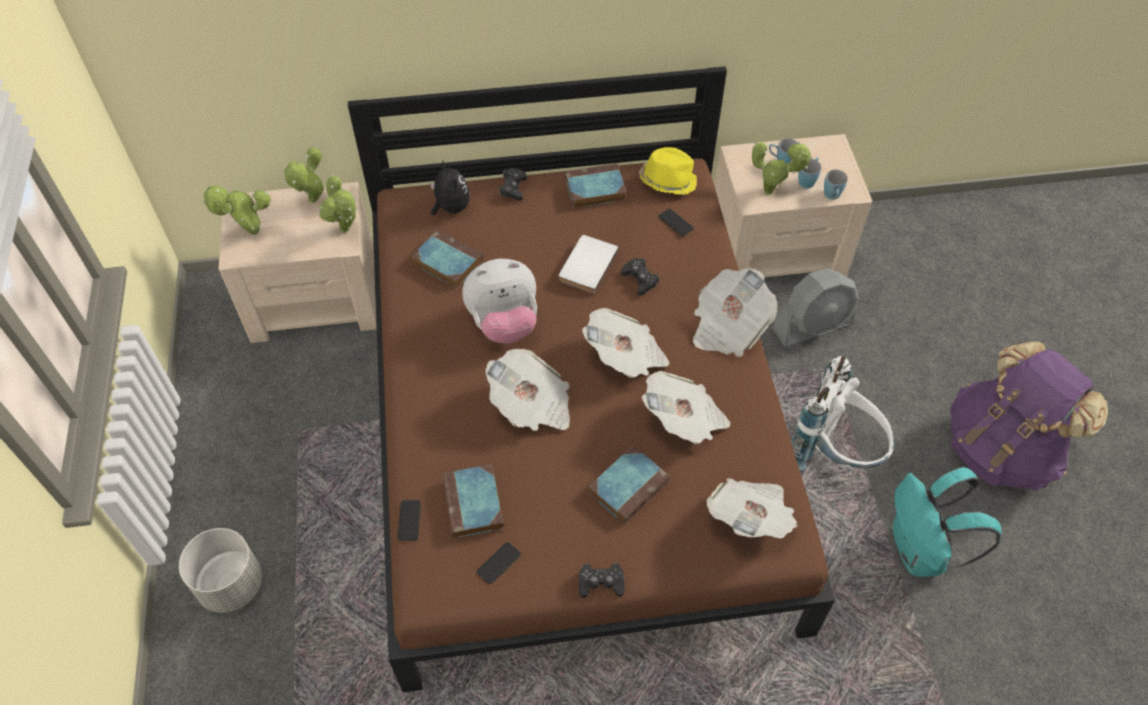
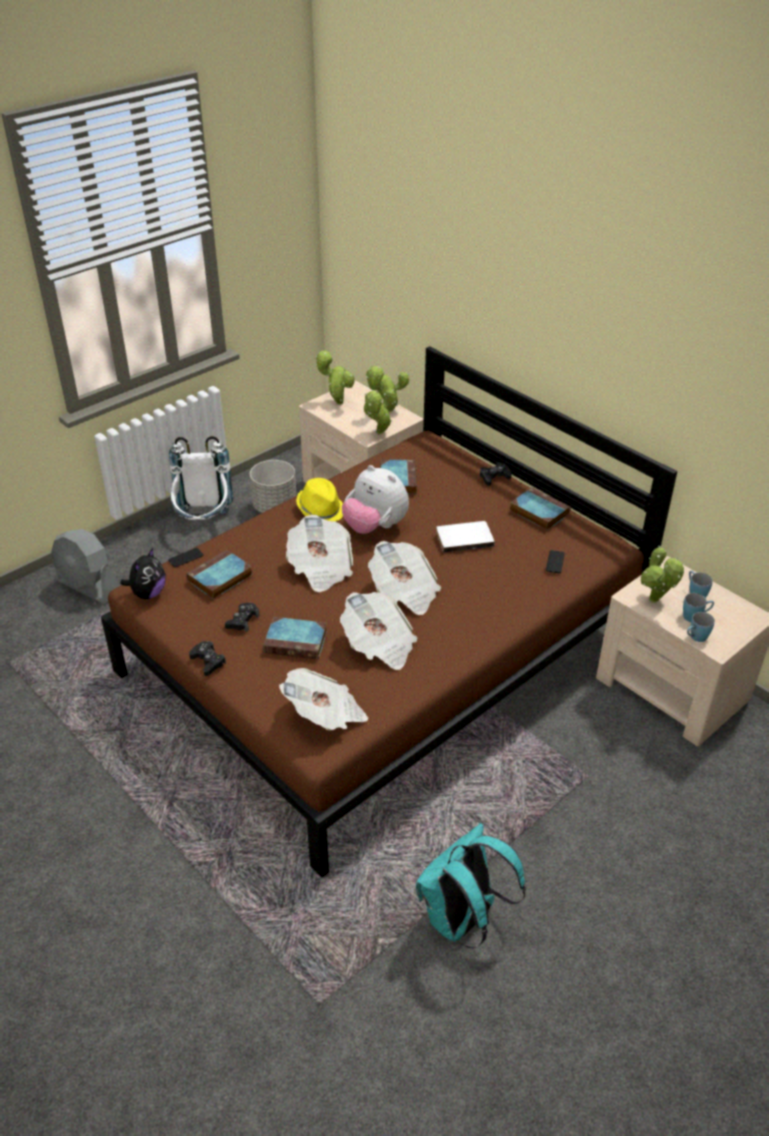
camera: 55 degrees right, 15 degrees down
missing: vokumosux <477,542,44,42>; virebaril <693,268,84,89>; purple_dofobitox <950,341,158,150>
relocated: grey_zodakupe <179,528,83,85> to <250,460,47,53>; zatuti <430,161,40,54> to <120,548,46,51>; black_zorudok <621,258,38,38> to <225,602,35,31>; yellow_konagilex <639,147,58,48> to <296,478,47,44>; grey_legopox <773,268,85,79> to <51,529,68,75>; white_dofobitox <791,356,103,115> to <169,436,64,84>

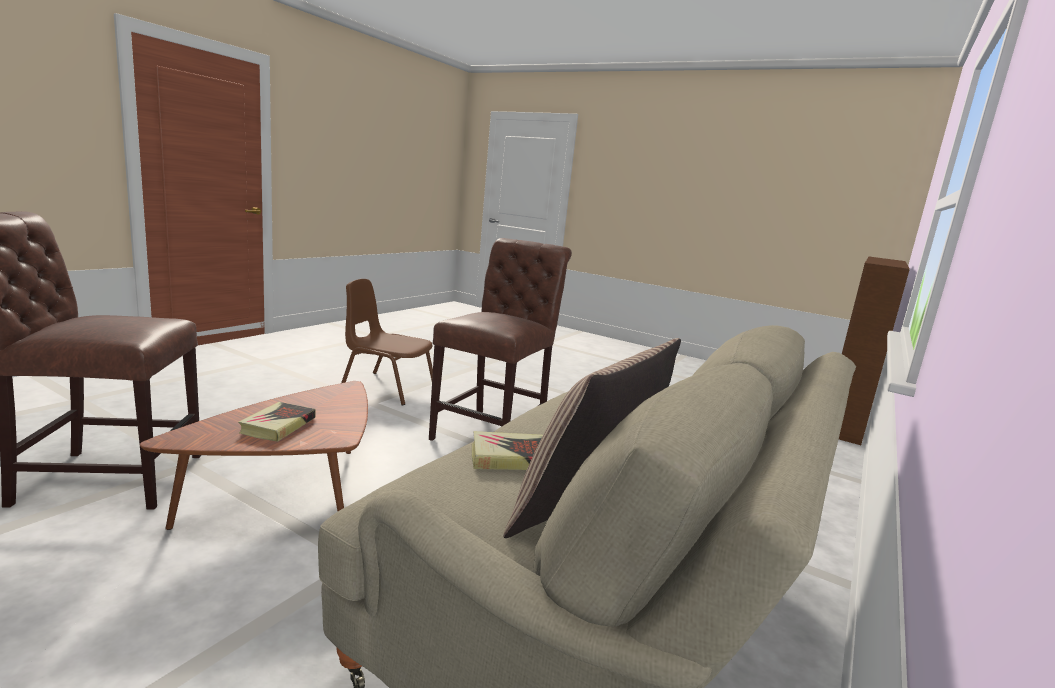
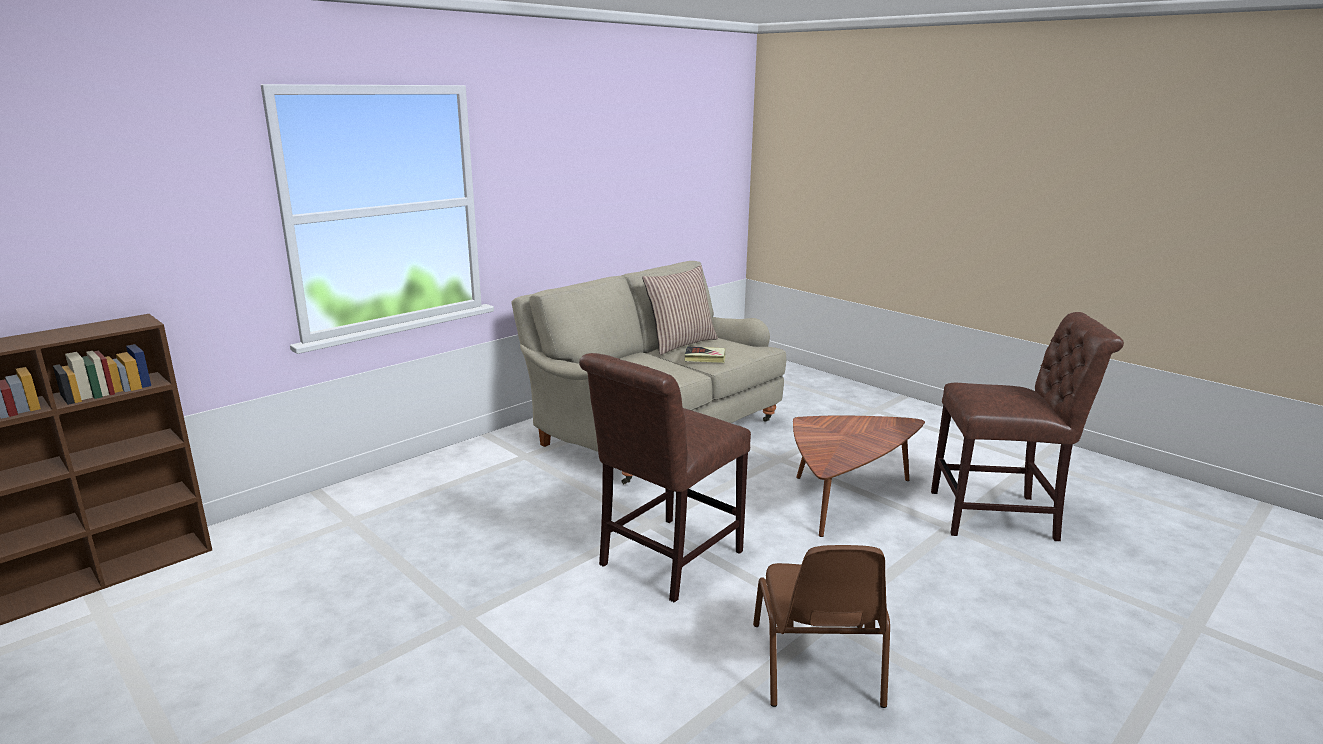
camera: 165 degrees left, 5 degrees up
missing: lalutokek <238,402,78,40>
spun: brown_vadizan <341,279,92,127> = <753,545,137,163> 60 degrees clockwise

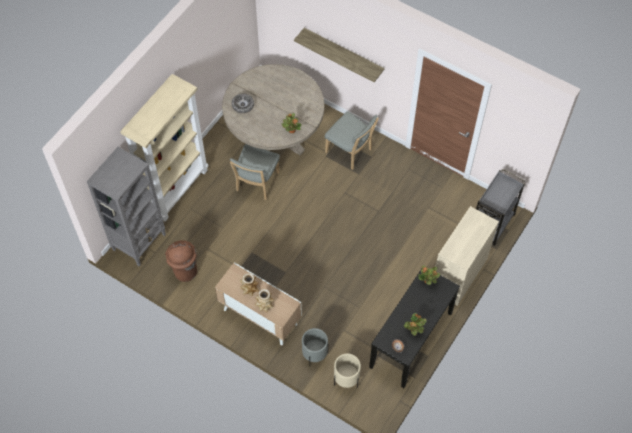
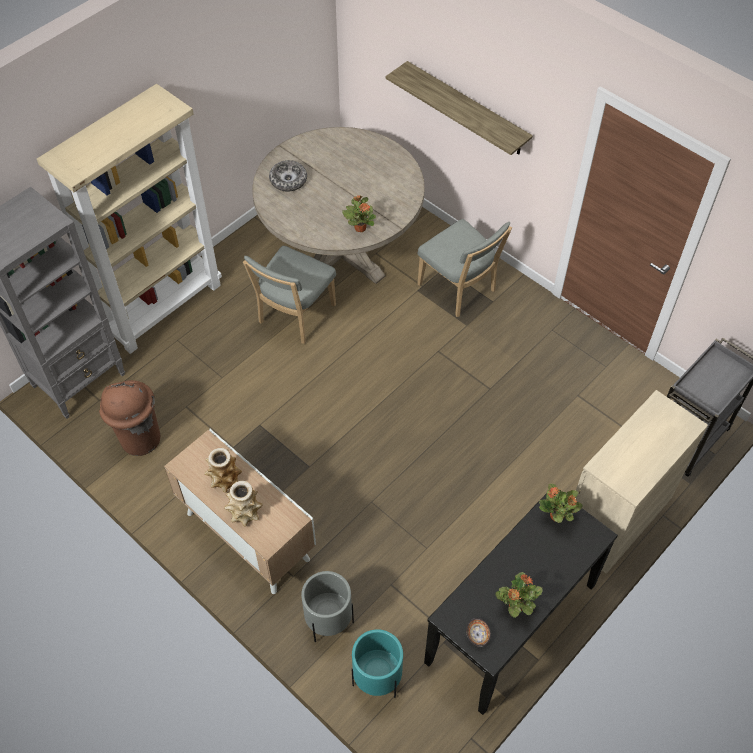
camera: 10 degrees right, 5 degrees down
colour: beige_zodakupe <334,353,27,35> to turquoise_zodakupe <352,629,51,69>

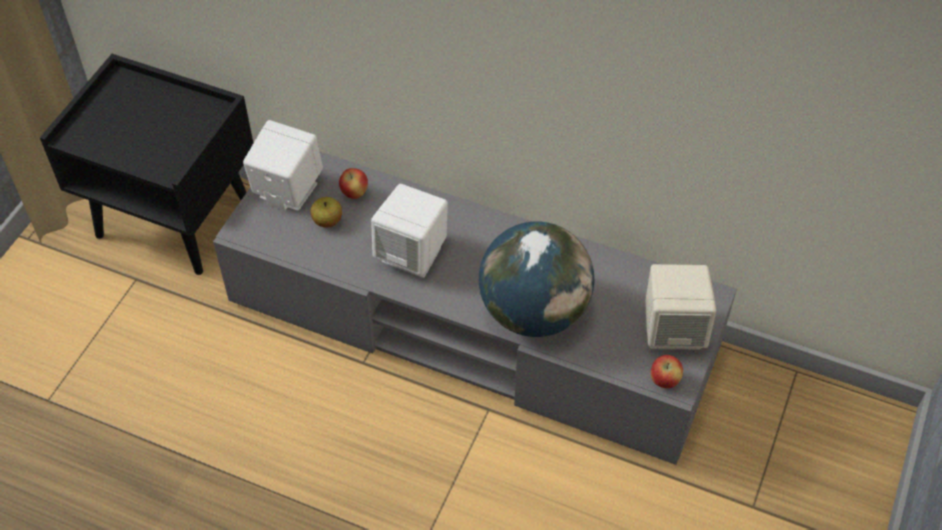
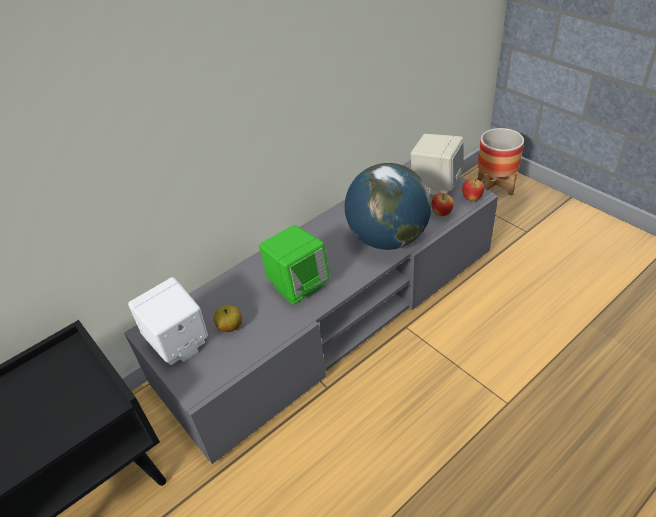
camera: 60 degrees left, 10 degrees down
appeared: zodakupe <478,128,46,68>
relocated: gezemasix <339,168,29,31> to <432,193,22,23>
colour: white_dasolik <371,184,77,94> to green_dasolik <259,225,71,80>

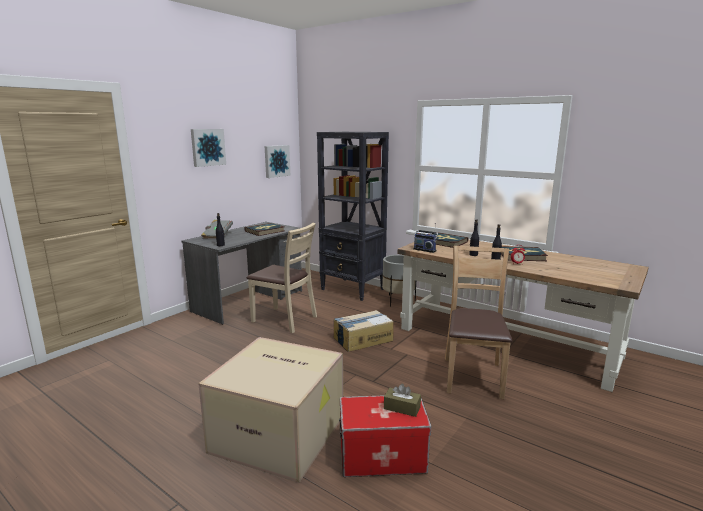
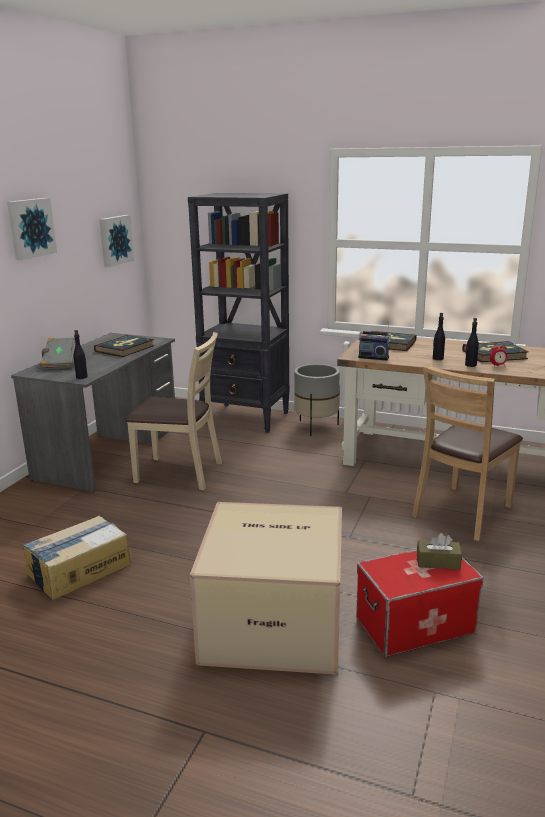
camera: 15 degrees left, 5 degrees up
relocated: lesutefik <333,310,60,42> to <23,515,108,85>
spun: brown_vadizan <445,246,67,153> = <412,364,111,177> 135 degrees counterclockwise

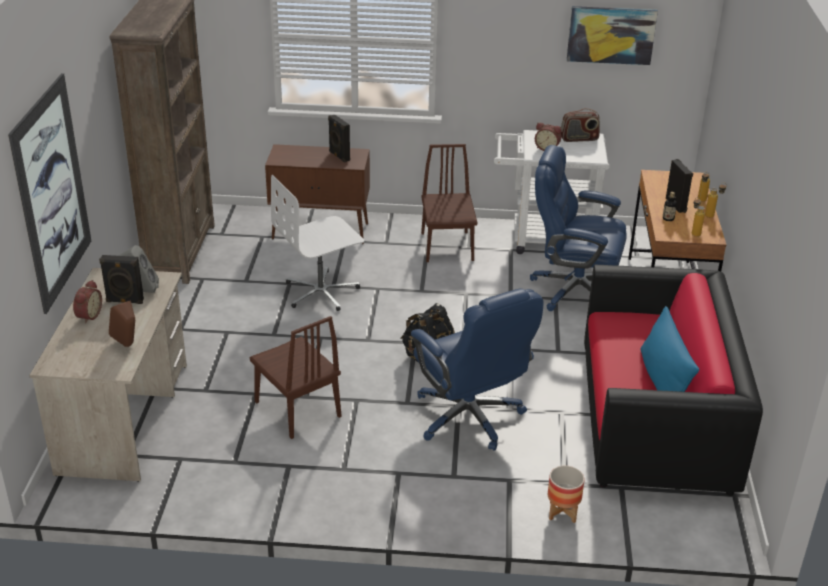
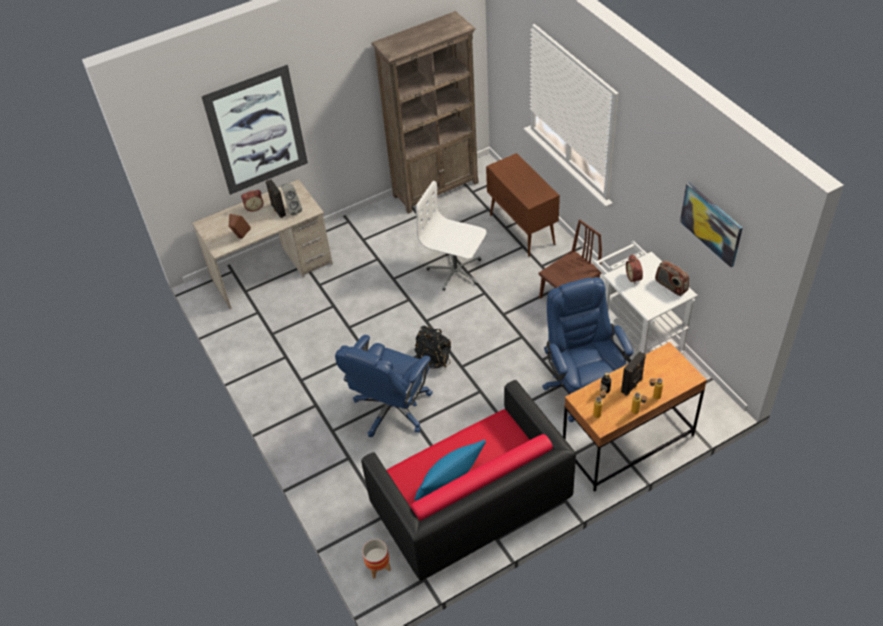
camera: 60 degrees right, 15 degrees up
missing: brown_vadizan <250,316,92,123>; black_dasolik <328,115,22,48>
relocated: zodakupe <548,466,37,57> to <362,539,29,40>

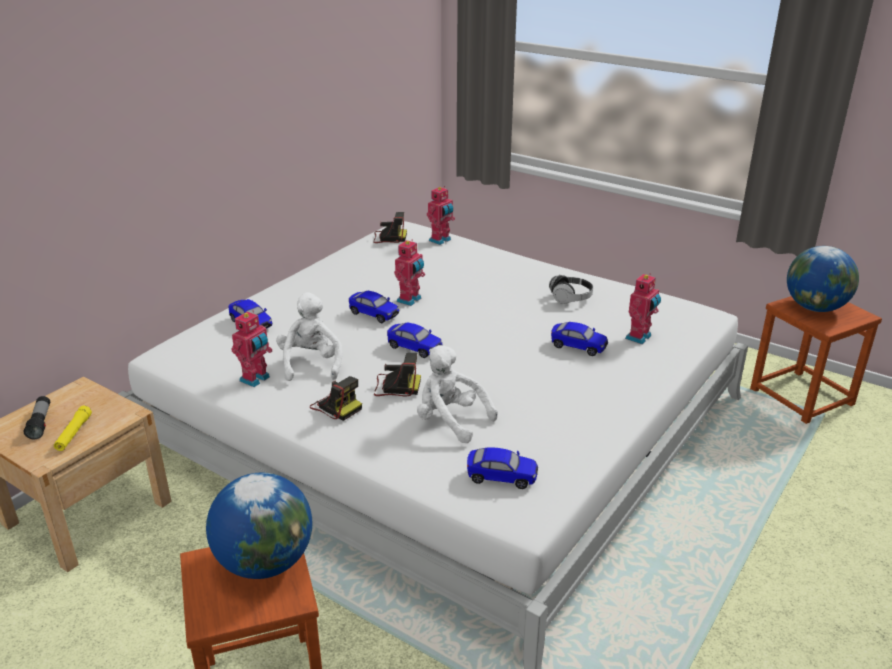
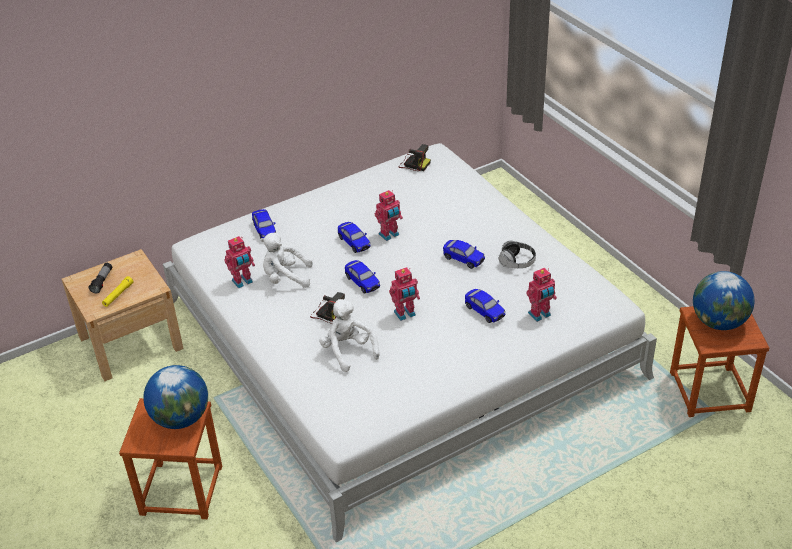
camera: 25 degrees right, 10 degrees up
missing: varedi <310,376,52,45>
relocated: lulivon <427,186,28,59> to <389,267,31,54>; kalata <467,447,71,42> to <443,240,42,29>
spun: white_zatuti <276,293,66,88> = <260,233,53,55> 105 degrees counterclockwise

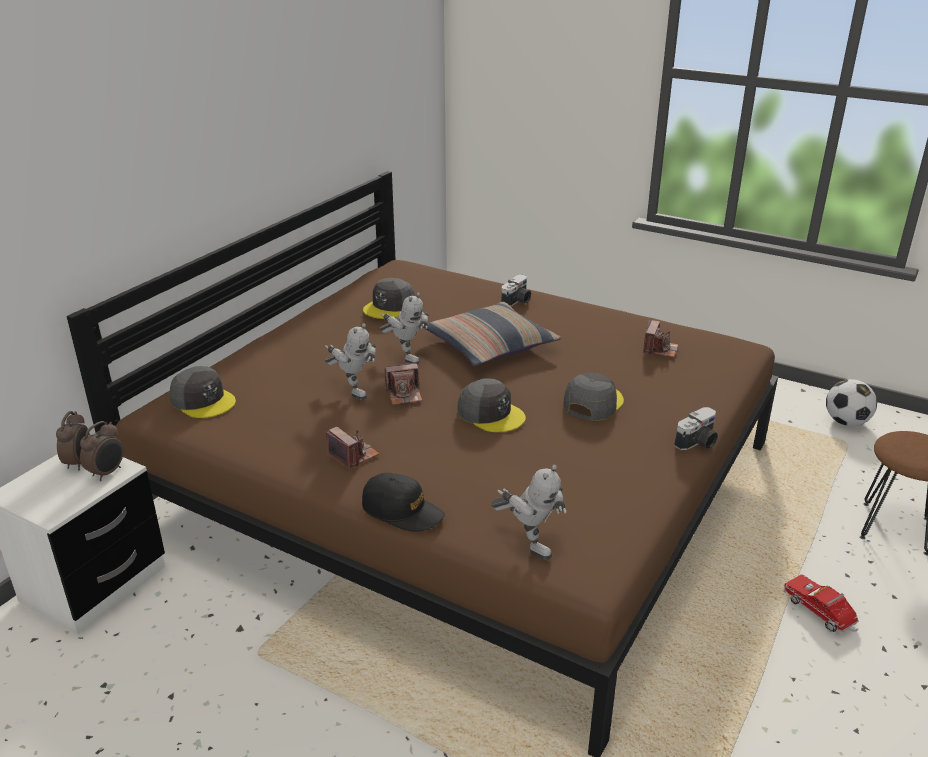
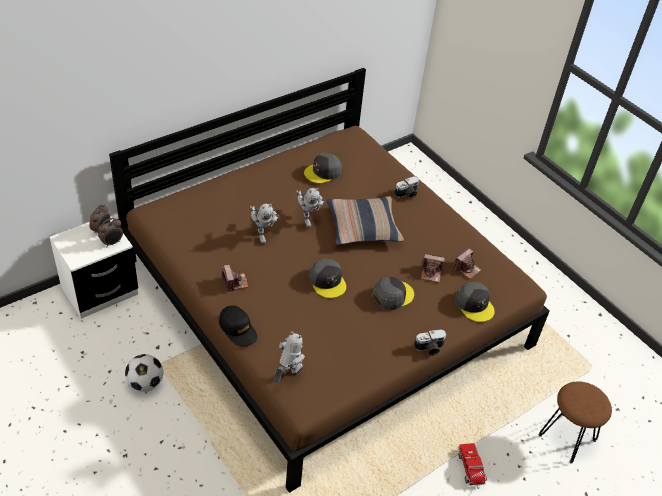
camera: 20 degrees right, 15 degrees up
relocated: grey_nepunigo <169,366,67,52> to <455,282,40,40>; varedi <385,362,37,43> to <421,254,24,28>; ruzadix <826,379,51,47> to <125,354,38,38>
spun: lulivon <491,465,76,95> = <273,331,32,52> 120 degrees counterclockwise

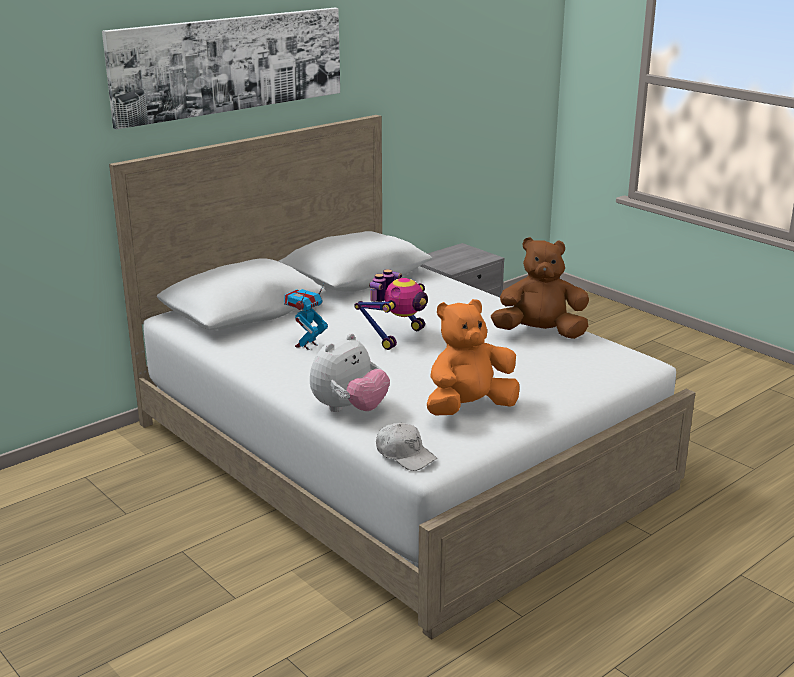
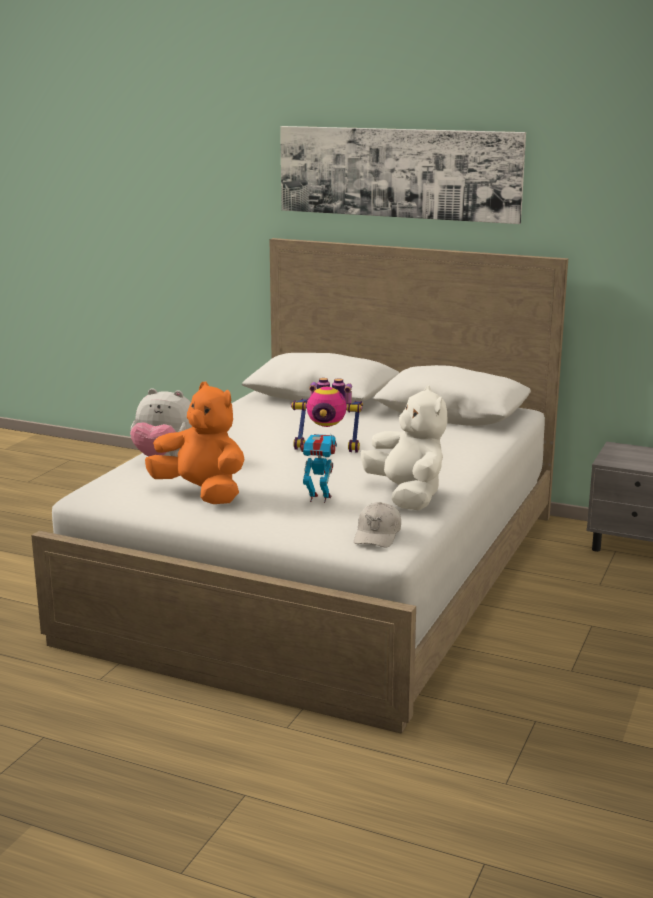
camera: 65 degrees right, 5 degrees down
relocated: lulivon <284,284,44,66> to <300,432,37,71>; white_nepunigo <376,423,61,48> to <354,502,47,45>
colour: brown_zatuti <491,237,98,102> to white_zatuti <361,385,87,126>

